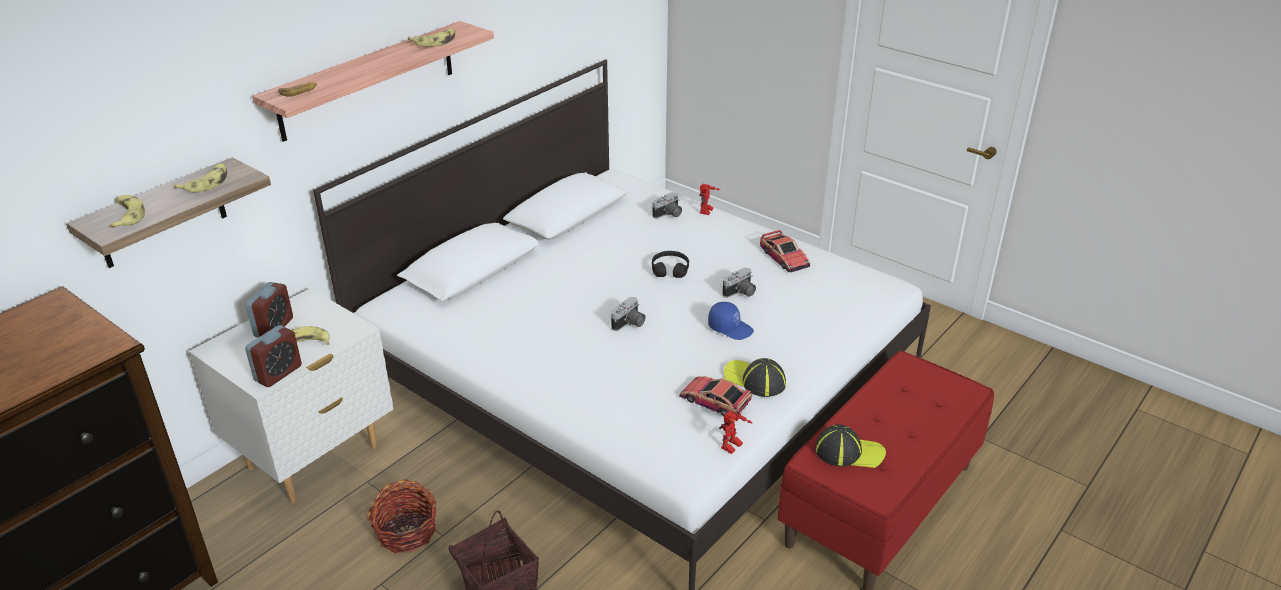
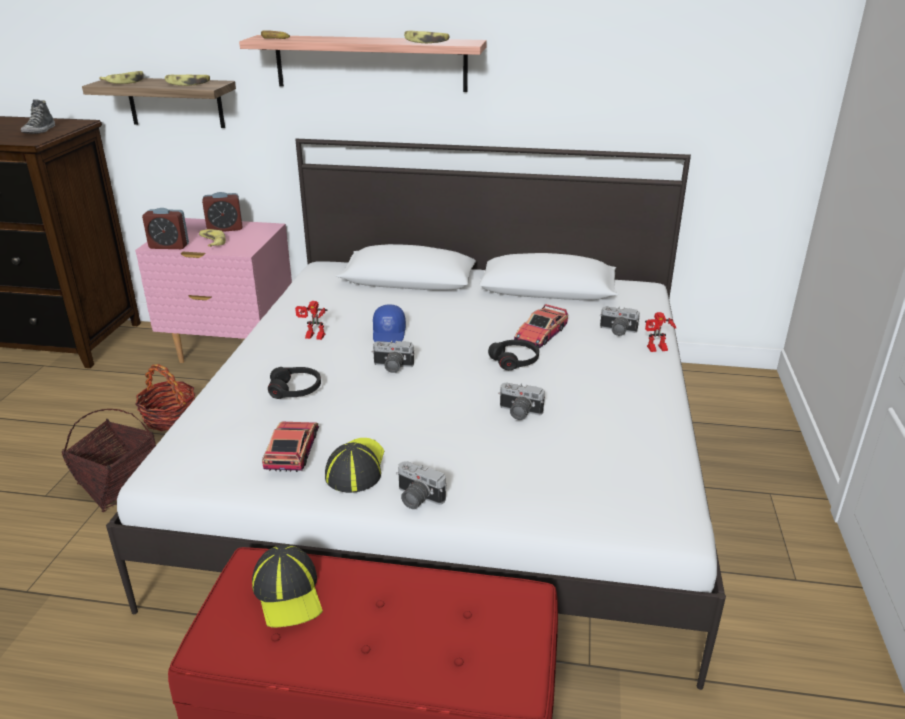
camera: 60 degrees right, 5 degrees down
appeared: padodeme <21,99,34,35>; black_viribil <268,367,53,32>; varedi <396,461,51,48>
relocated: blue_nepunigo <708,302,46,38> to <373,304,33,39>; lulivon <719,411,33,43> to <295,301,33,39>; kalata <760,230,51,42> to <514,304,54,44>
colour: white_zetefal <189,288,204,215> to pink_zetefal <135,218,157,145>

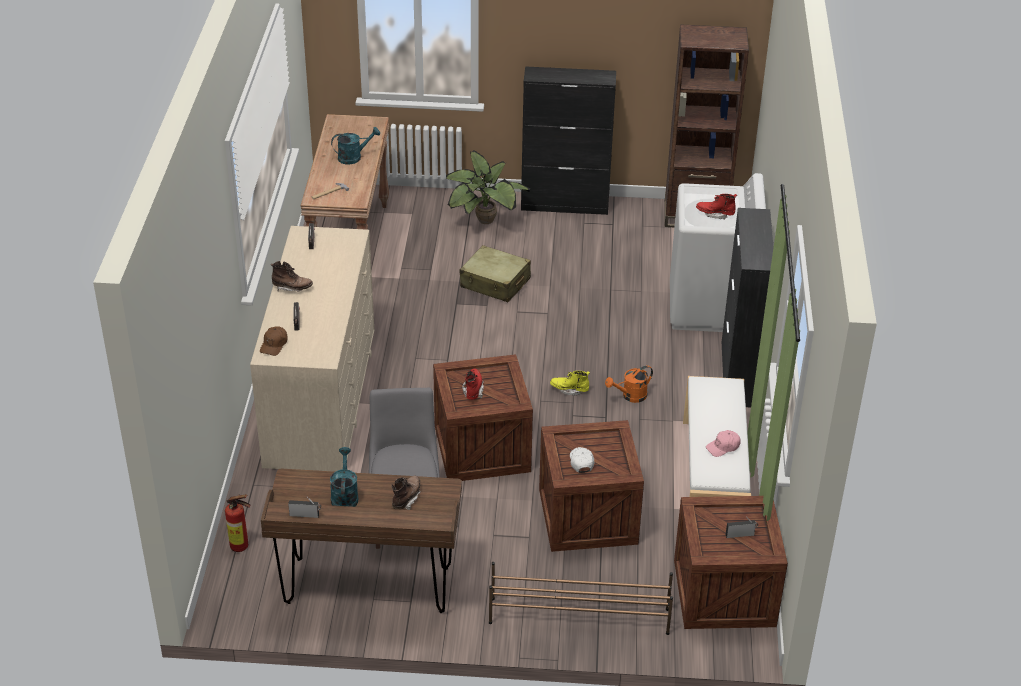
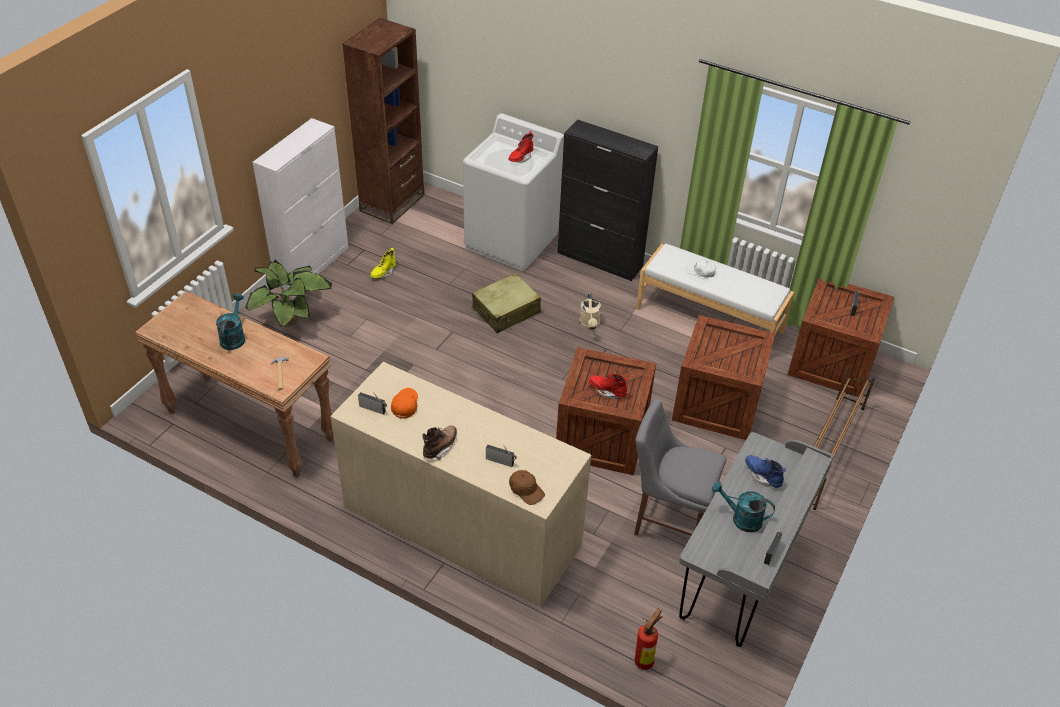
camera: 65 degrees left, 5 degrees up
missing: pink_nepunigo <706,430,35,27>
appeared: orange_nepunigo <391,388,27,31>
relocated: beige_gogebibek <459,245,72,57> to <472,273,69,60>; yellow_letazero <550,371,40,25> to <370,248,26,30>; white_nepunigo <570,447,24,26> to <686,259,30,19>
colour: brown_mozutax <261,469,201,144> to grey_mozutax <679,432,155,215>; brown_letazero <391,476,30,34> to blue_letazero <745,455,41,33>; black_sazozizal <521,66,95,149> to white_sazozizal <252,118,97,172>; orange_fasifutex <605,365,48,38> to beige_fasifutex <579,293,22,37>

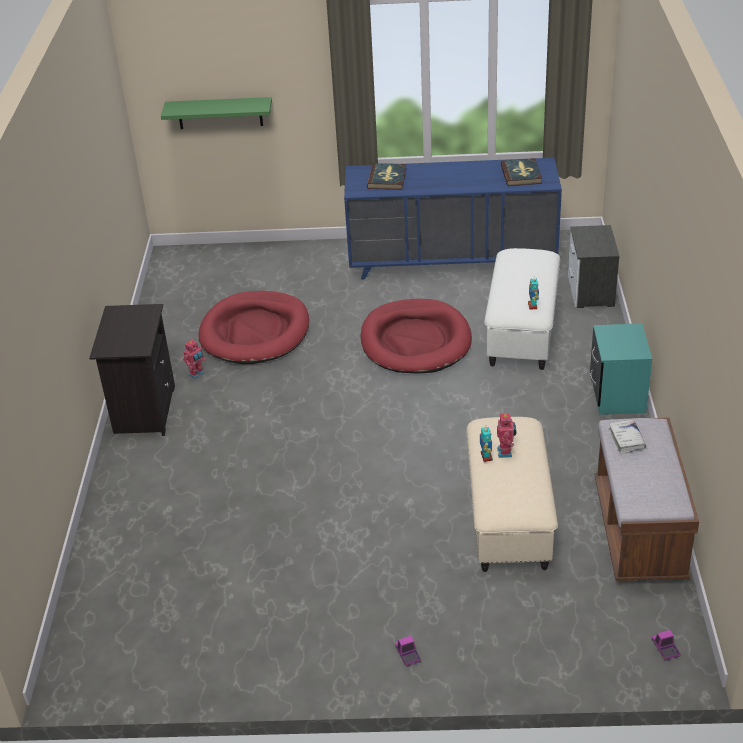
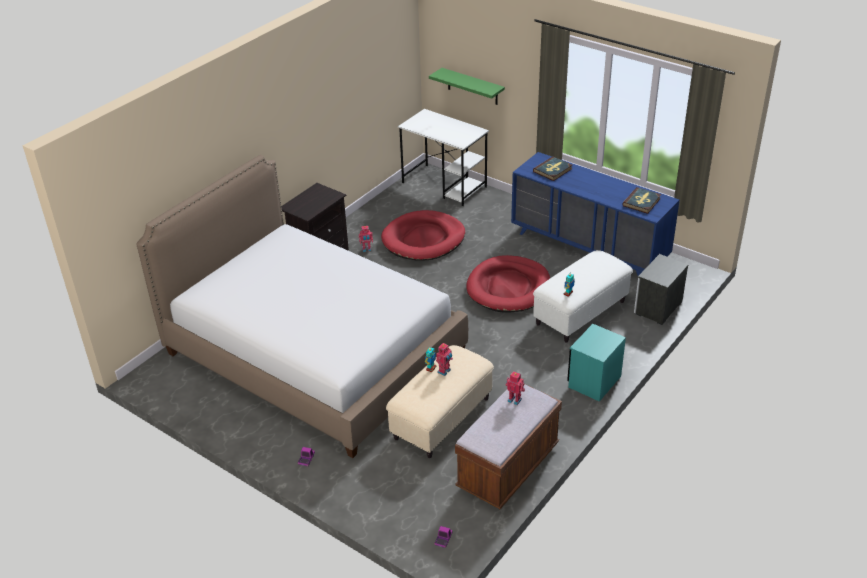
camera: 35 degrees right, 0 degrees up
appeared: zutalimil <136,155,332,303>; white_mozutax <398,109,91,97>
exchanged: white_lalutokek <609,419,37,35> to lulivon <506,371,19,34>

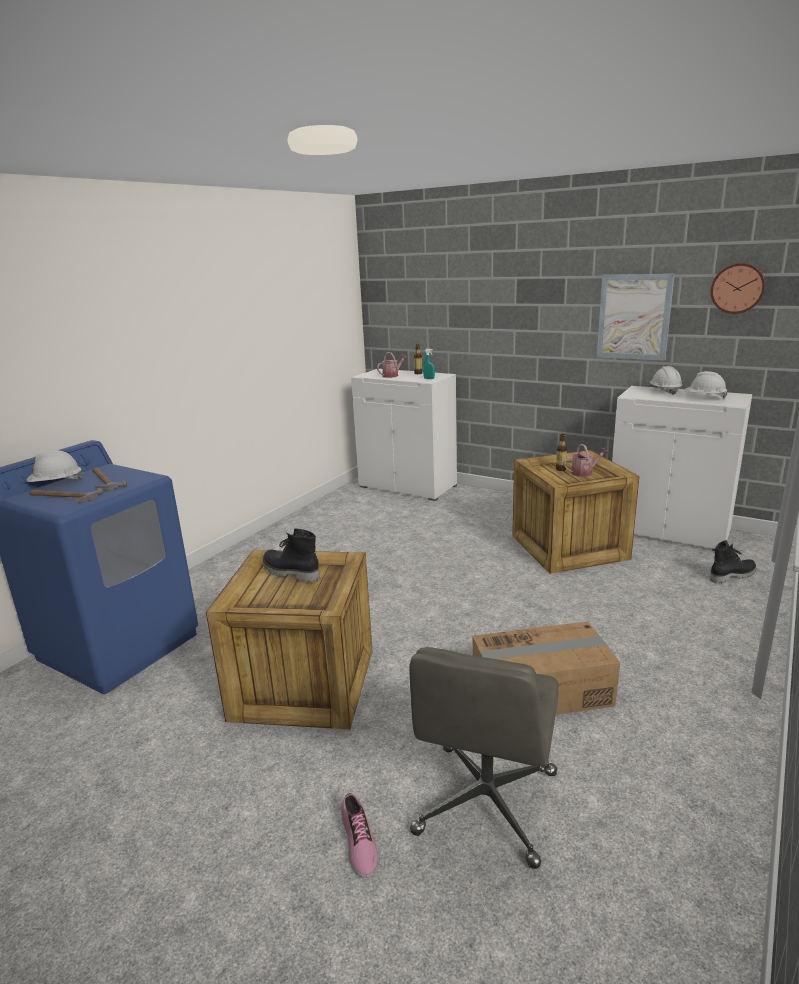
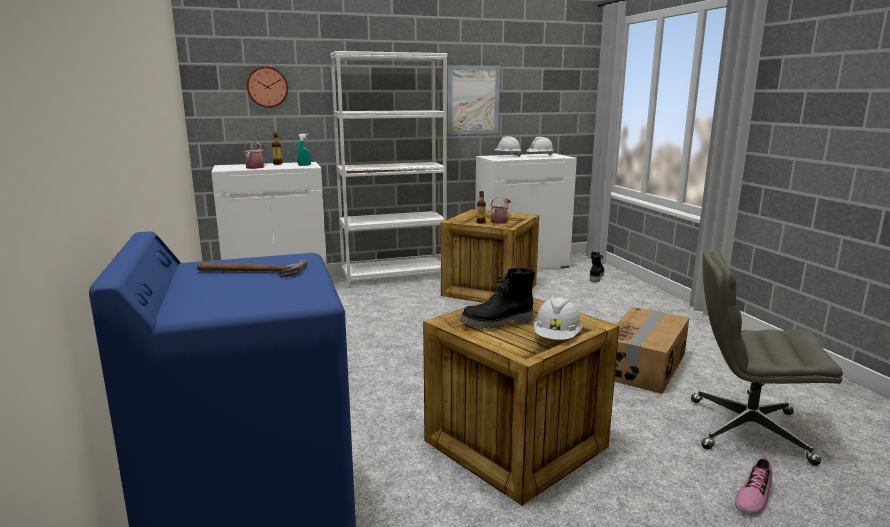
camera: 50 degrees left, 5 degrees down
missing: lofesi <29,488,75,15>
appeared: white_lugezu <330,51,118,237>
relocated: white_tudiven <26,450,57,32> to <534,297,48,43>; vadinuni <711,263,54,51> to <247,66,41,42>
spun: padodeme <341,793,38,85> = <735,458,38,57> 105 degrees clockwise; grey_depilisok <409,647,150,222> = <691,250,152,216> 135 degrees clockwise

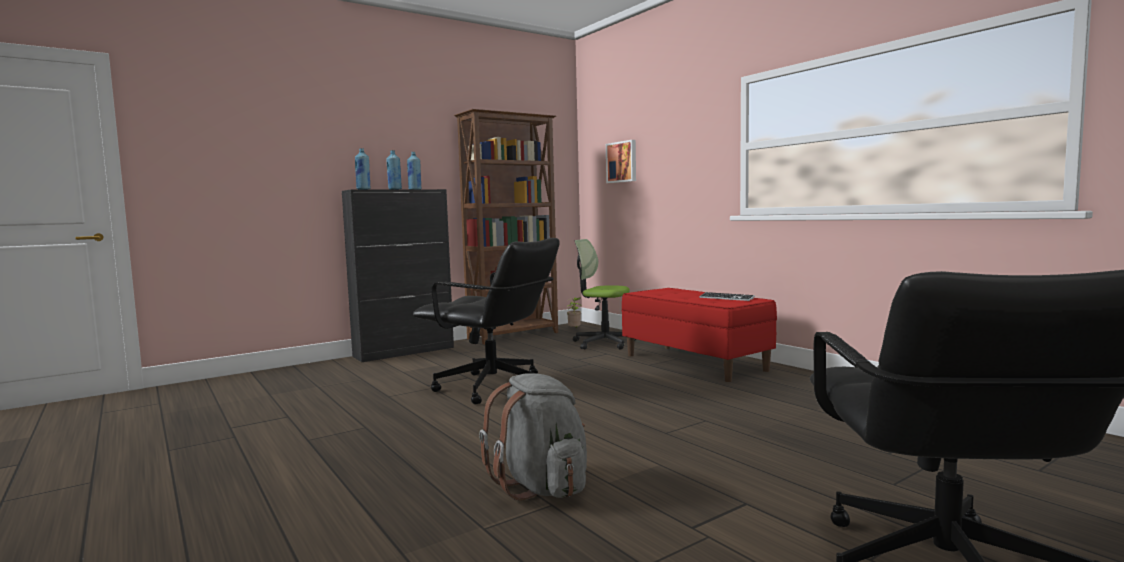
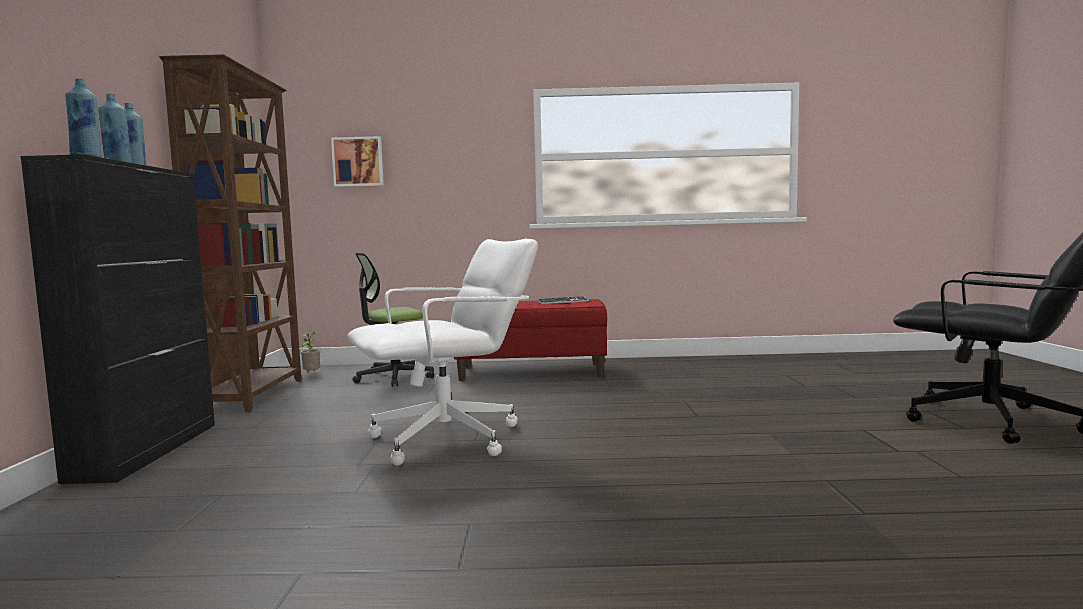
camera: 55 degrees left, 0 degrees up
missing: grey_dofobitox <479,373,108,128>
colour: black_depilisok <413,238,147,166> to white_depilisok <348,239,190,227>

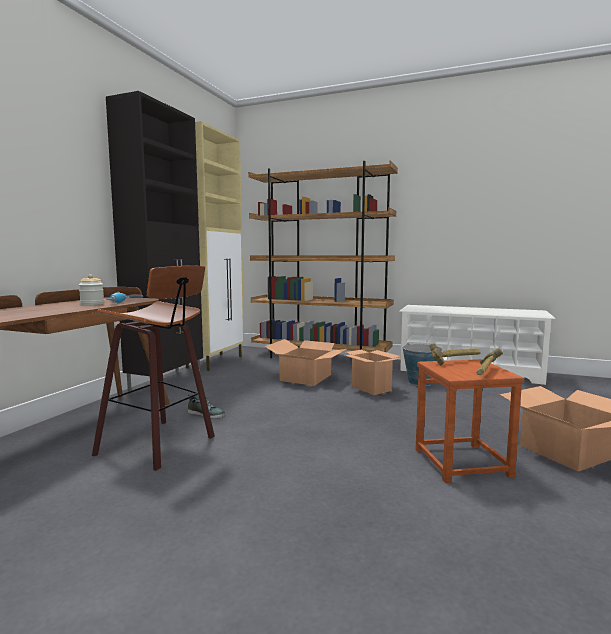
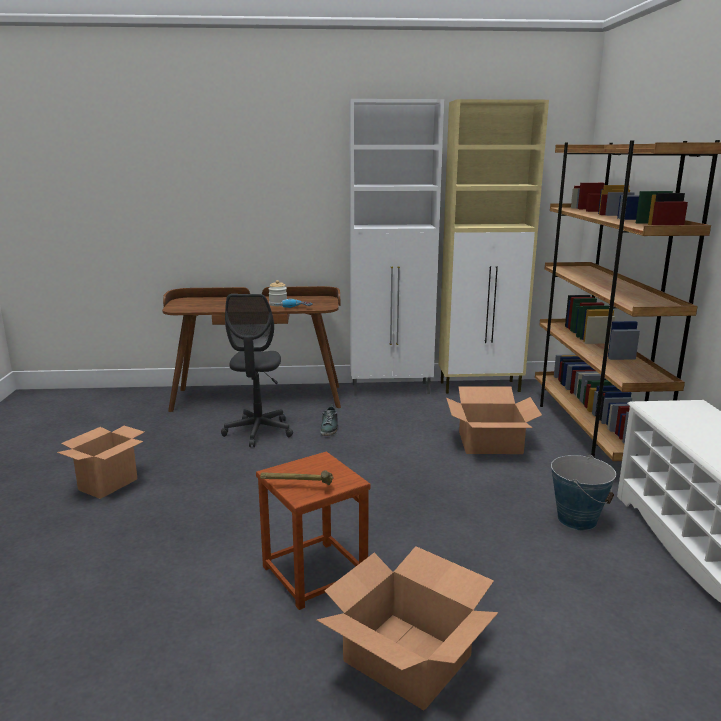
camera: 65 degrees right, 10 degrees up
missing: lofesi <429,344,52,22>
relocated: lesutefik <344,350,57,45> to <57,426,87,73>
exchanged: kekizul <92,266,123,205> to grey_depilisok <221,294,72,153>
colour: black_sazozizal <106,91,97,300> to white_sazozizal <349,99,95,297>

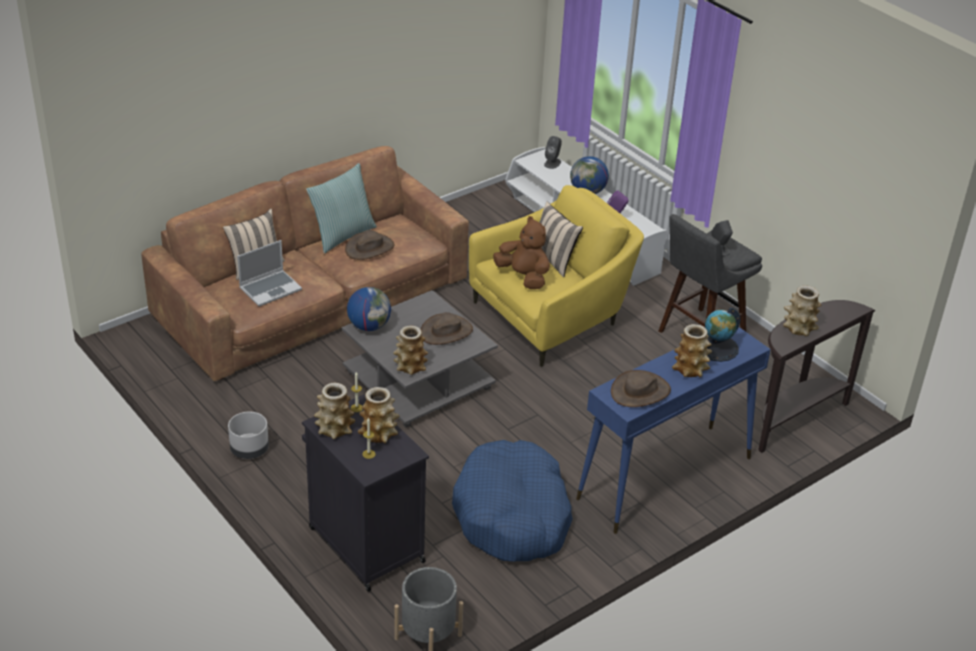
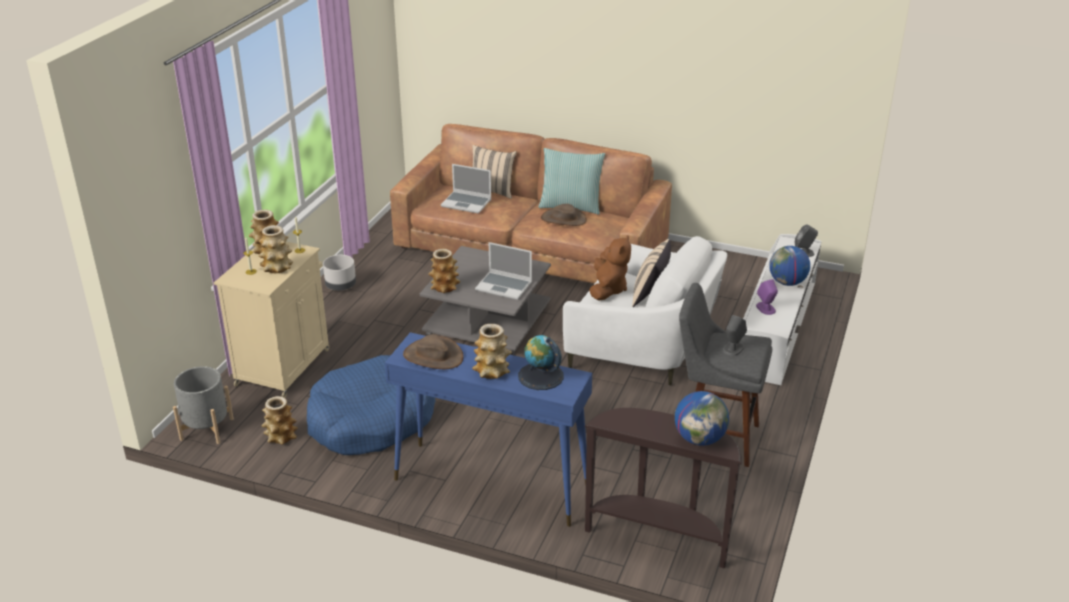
camera: 60 degrees right, 5 degrees down
relocated: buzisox <347,287,44,44> to <675,391,54,55>; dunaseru <783,285,38,51> to <262,396,36,49>
exchanged: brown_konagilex <421,312,52,33> to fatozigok <475,242,57,58>
colour: black_sazozizal <302,394,127,198> to beige_sazozizal <214,242,116,156>; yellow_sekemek <469,185,175,182> to white_sekemek <563,236,164,149>

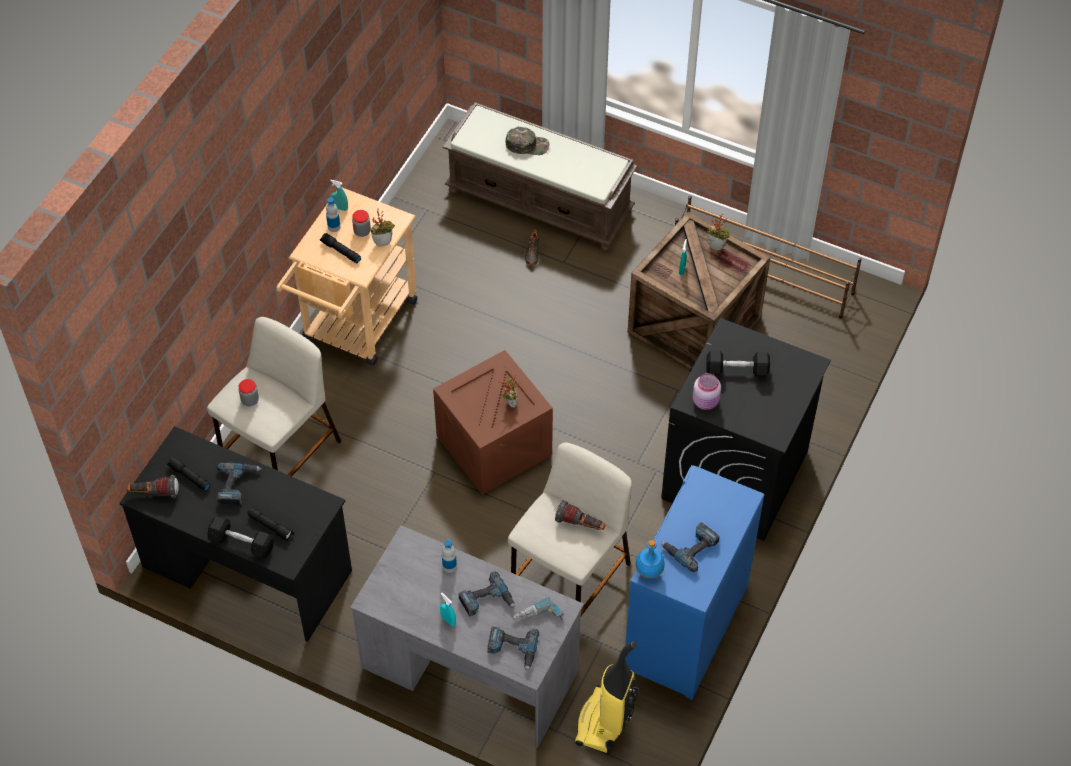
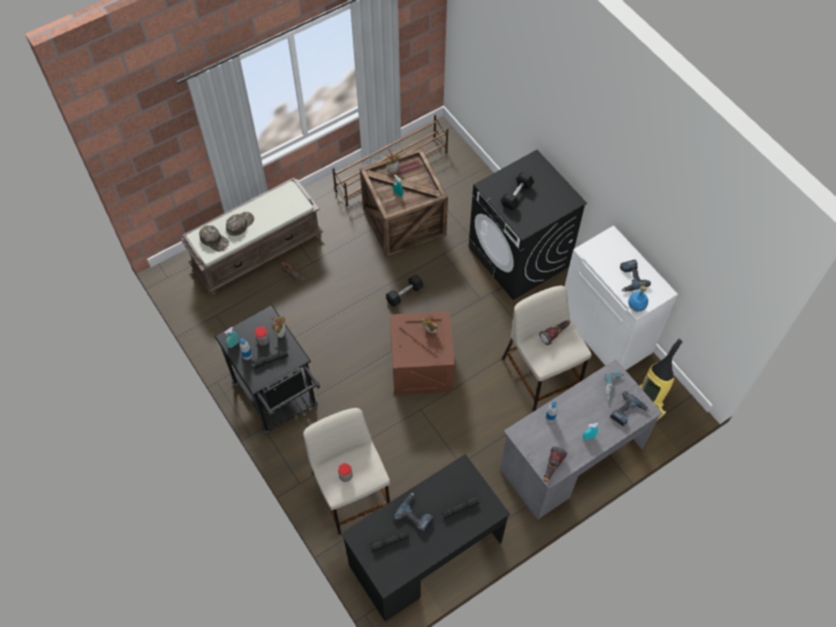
camera: 60 degrees left, 5 degrees up
missing: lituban <459,571,56,45>; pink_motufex <693,373,28,37>
appeared: green_nepunigo <199,225,30,27>
relocated: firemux <127,475,52,23> to <544,446,23,36>; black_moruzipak <208,516,66,42> to <386,275,38,32>
colour: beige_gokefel <276,188,141,177> to black_gokefel <214,305,106,130>; blue_sazozizal <625,465,139,235> to white_sazozizal <564,225,114,145>

